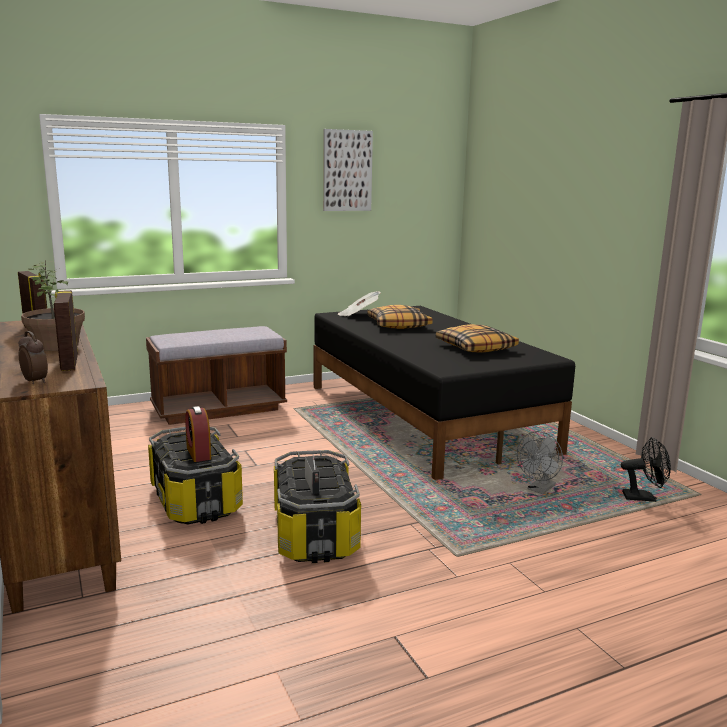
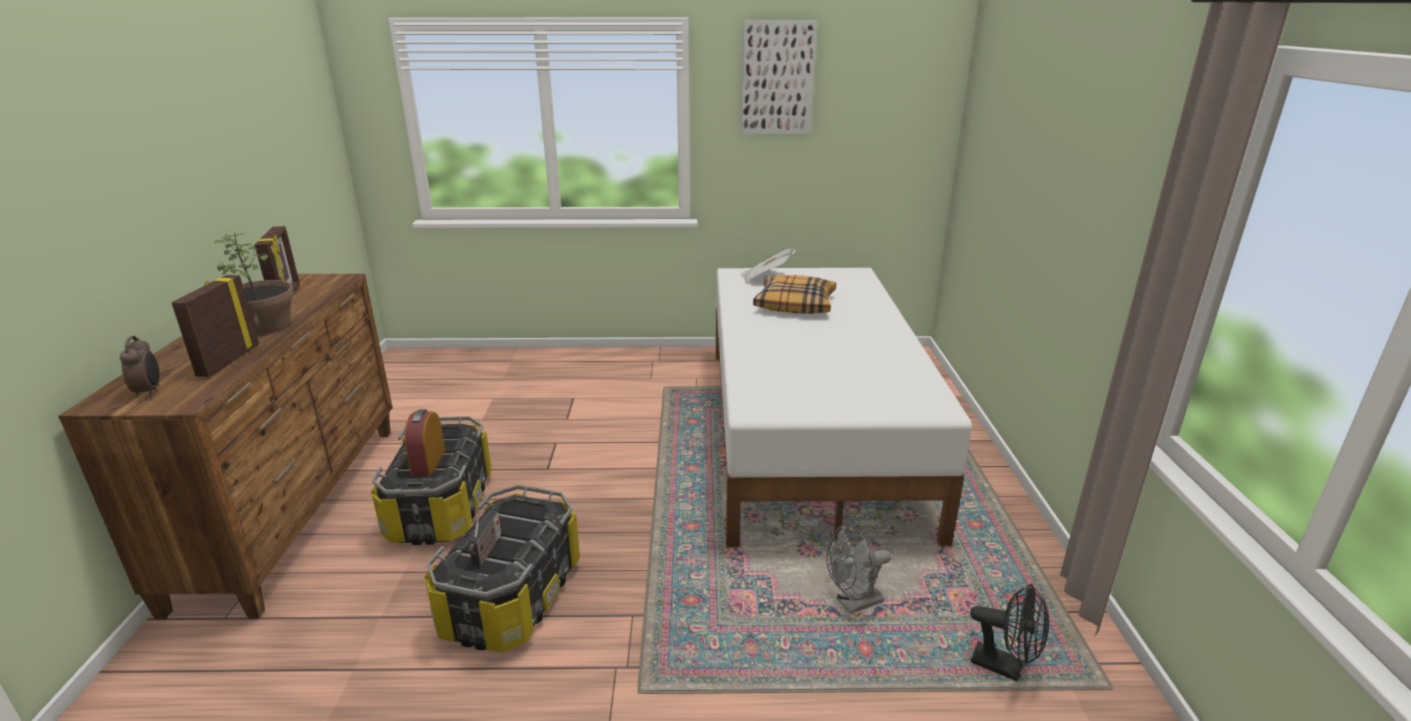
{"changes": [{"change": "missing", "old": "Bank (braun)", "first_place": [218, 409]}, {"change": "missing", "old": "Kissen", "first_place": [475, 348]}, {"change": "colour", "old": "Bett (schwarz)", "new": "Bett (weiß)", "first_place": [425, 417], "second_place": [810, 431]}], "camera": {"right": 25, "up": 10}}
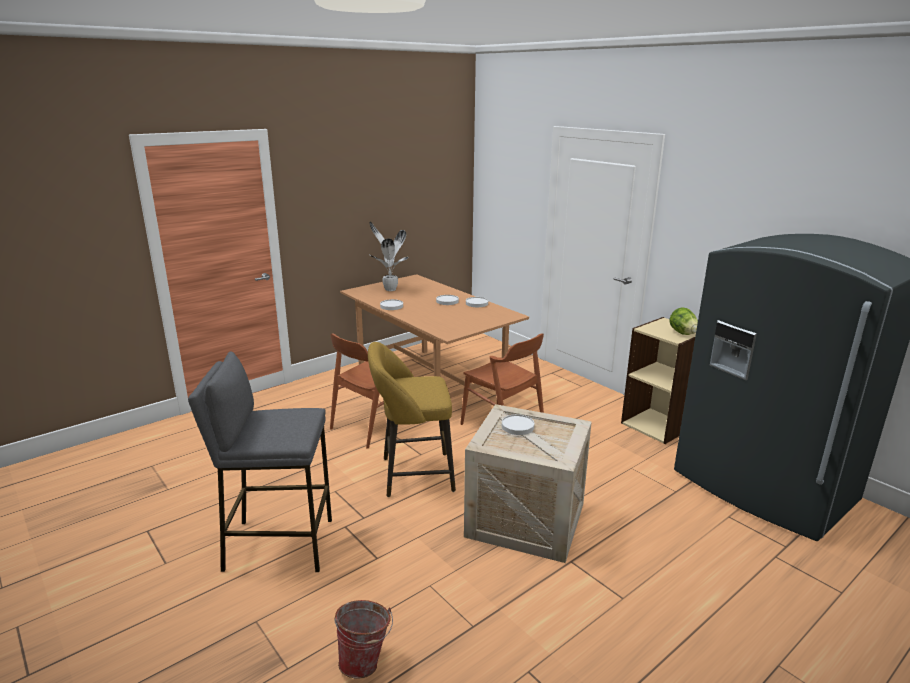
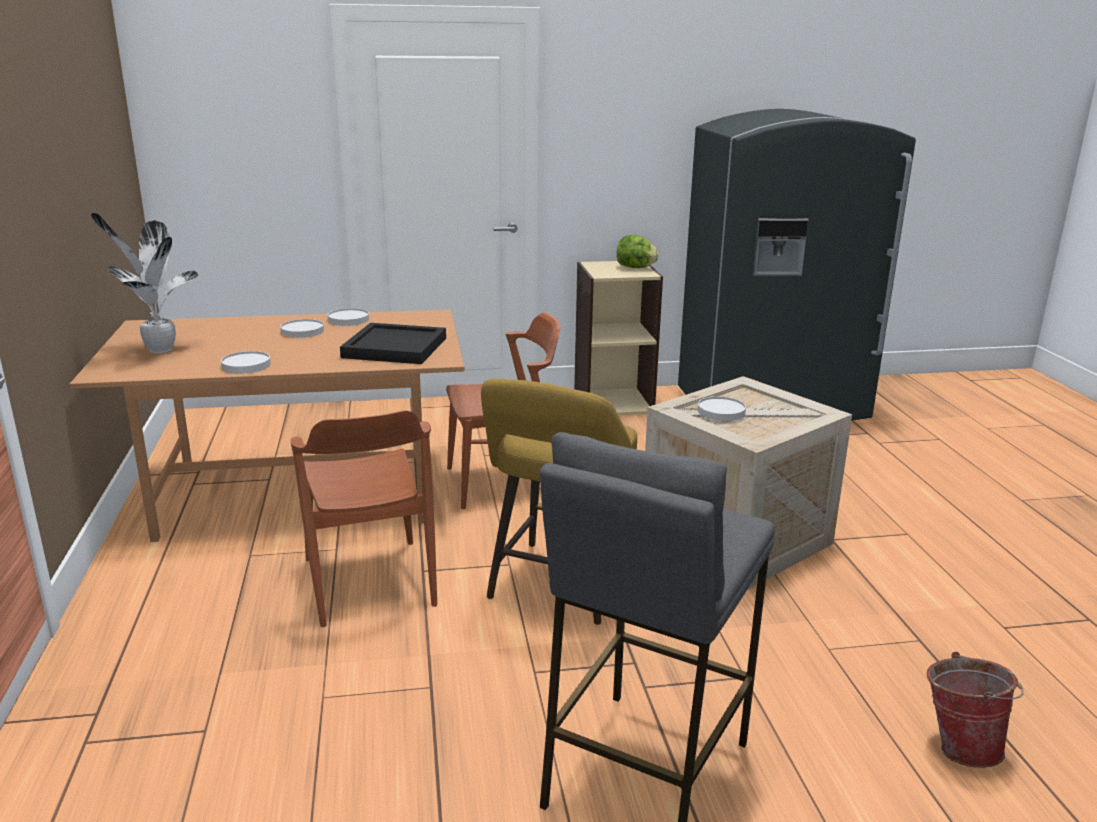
{"changes": [{"change": "appeared", "new": "Tablett (schwarz)", "second_place": [396, 347]}], "camera": {"right": -60, "up": 0}}
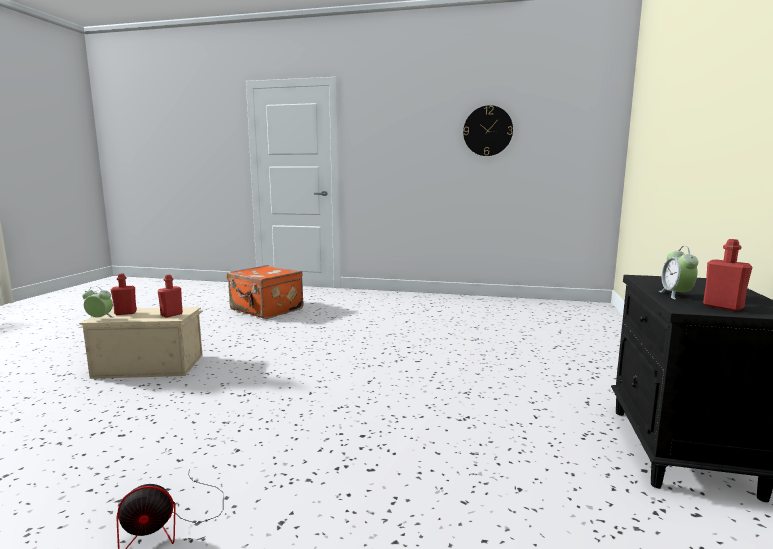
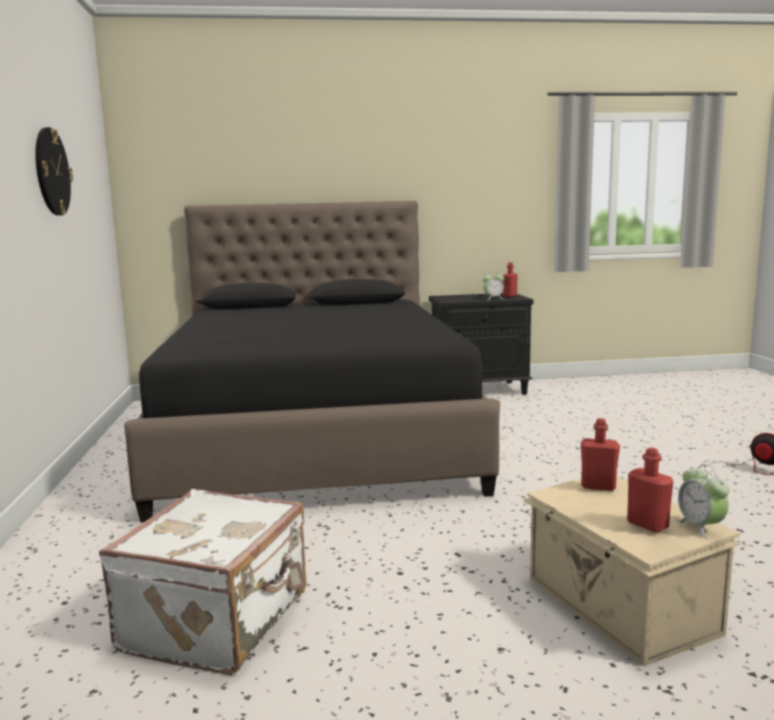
{"changes": [{"change": "appeared", "new": "Bett (schwarz)", "second_place": [316, 436]}, {"change": "colour", "old": "Koffer (orange)", "new": "Koffer (weiß)", "first_place": [266, 310], "second_place": [219, 621]}], "camera": {"right": -110, "up": 0}}
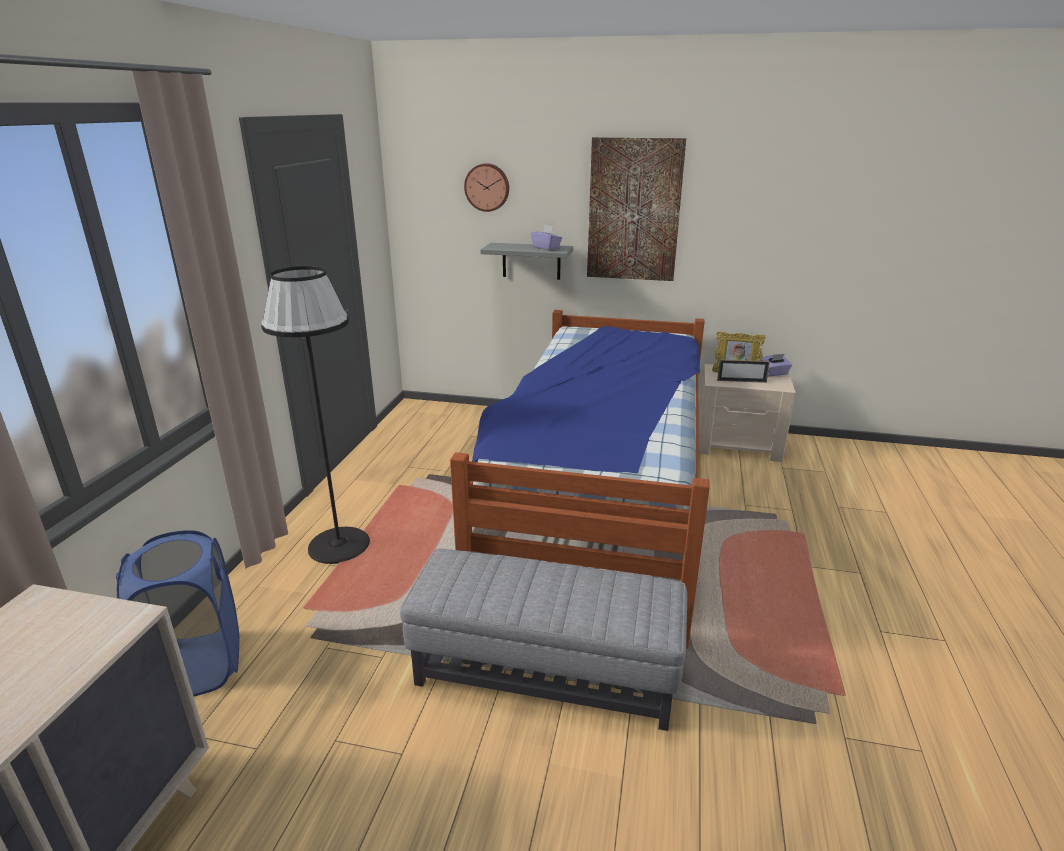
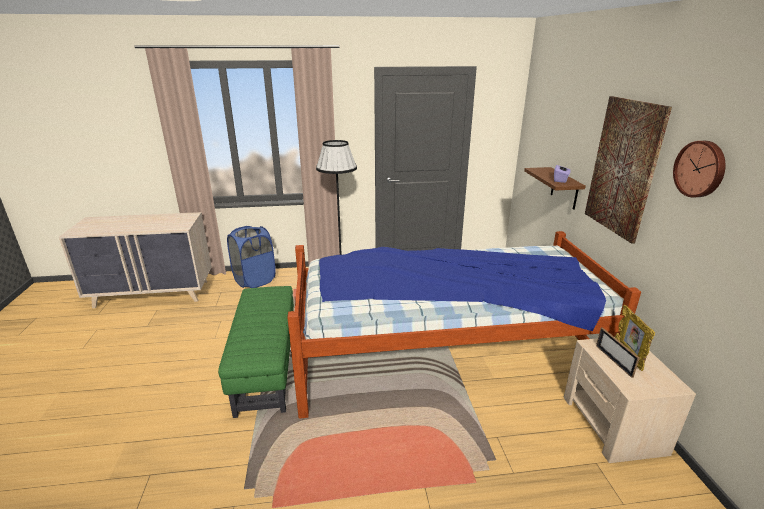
{"changes": [{"change": "missing", "old": "Taschentuchbox (lila)", "first_place": [774, 373]}, {"change": "relocated", "old": "Wanduhr", "first_place": [487, 187], "second_place": [700, 169]}, {"change": "colour", "old": "Polsterhocker (grau)", "new": "Polsterhocker (grün)", "first_place": [545, 673], "second_place": [267, 366]}, {"change": "colour", "old": "Wandregal (grau)", "new": "Wandregal (braun)", "first_place": [531, 261], "second_place": [564, 188]}], "camera": {"right": 70, "up": 0}}
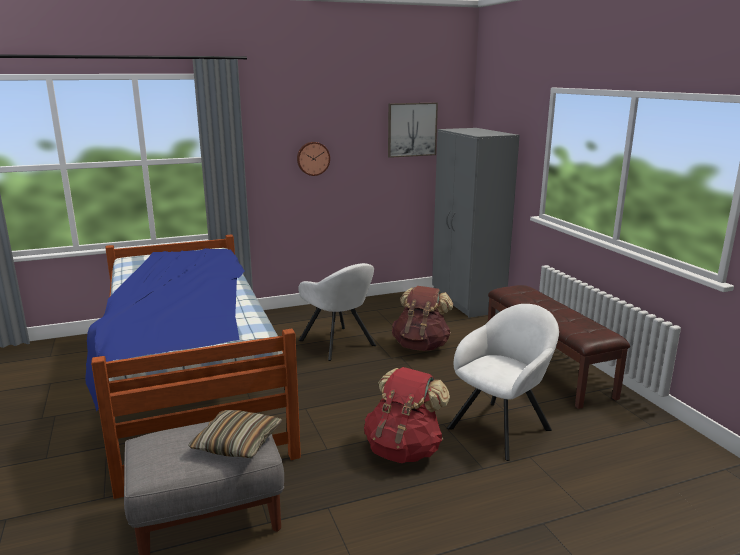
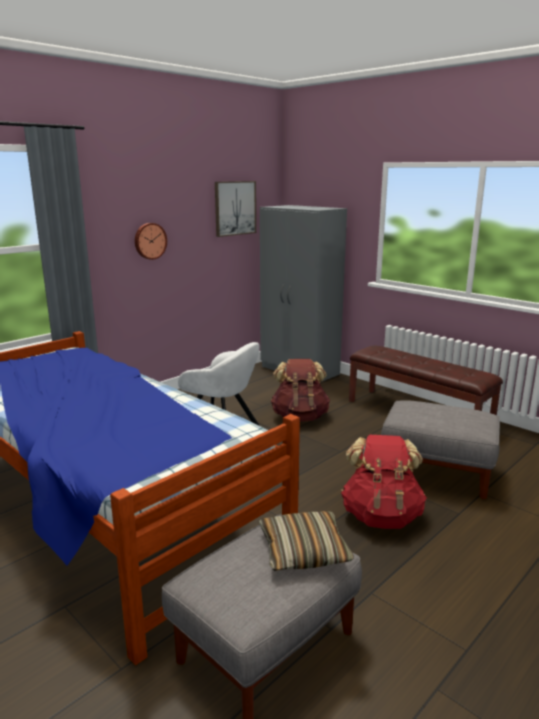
{"changes": [{"change": "exchanged", "old": "Sessel (weiß)", "new": "Polsterhocker (grau)", "first_place": [502, 427], "second_place": [437, 473]}], "camera": {"right": -25, "up": 0}}
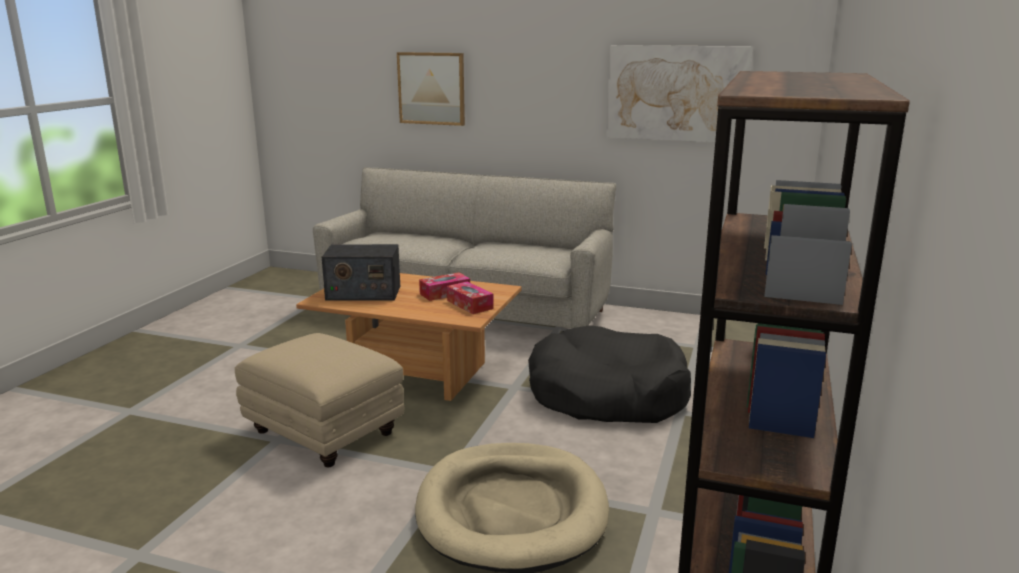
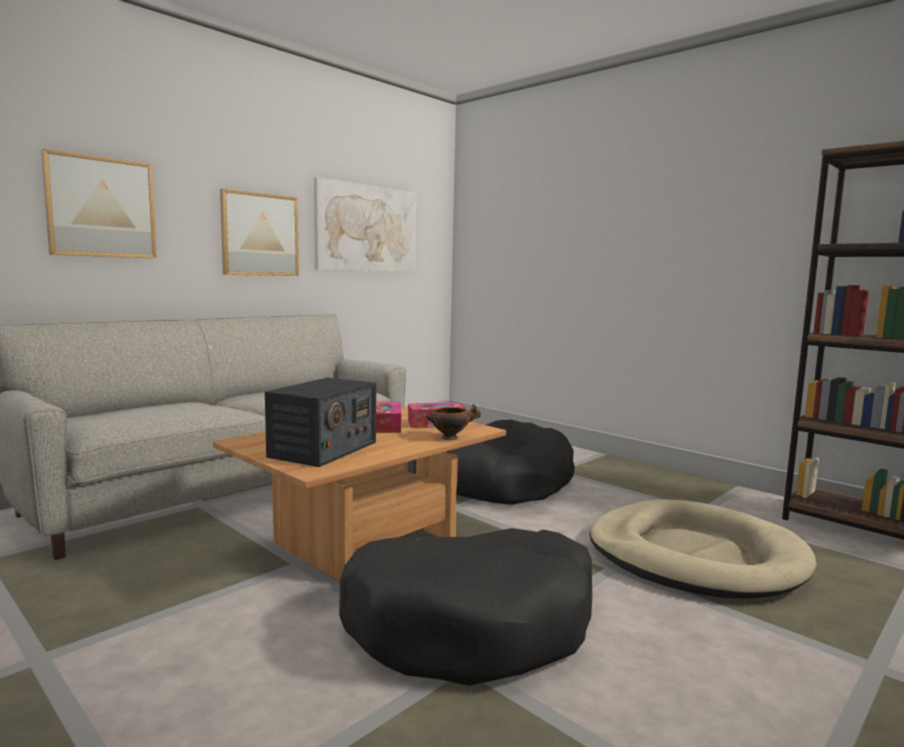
{"changes": [{"change": "appeared", "new": "Bild", "second_place": [259, 234]}, {"change": "appeared", "new": "Schüssel", "second_place": [451, 438]}, {"change": "exchanged", "old": "Polsterhocker (beige)", "new": "Hundebett (schwarz)", "first_place": [323, 433], "second_place": [471, 625]}], "camera": {"right": -65, "up": -10}}
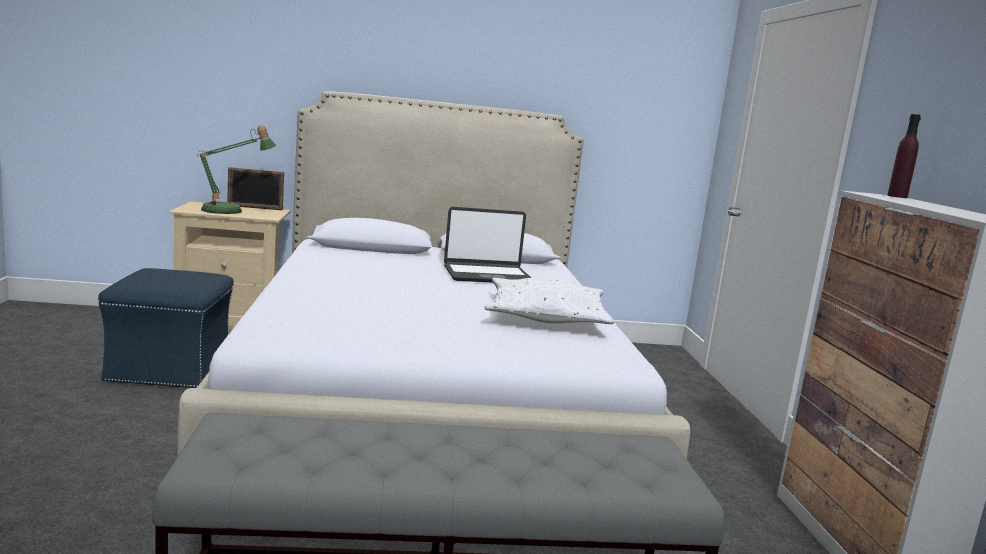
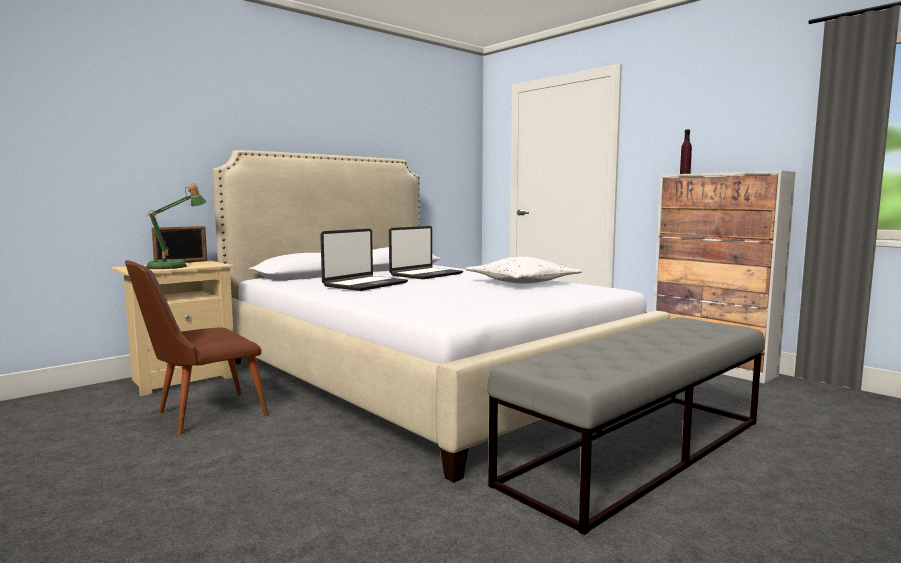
{"changes": [{"change": "appeared", "new": "Laptop", "second_place": [365, 284]}, {"change": "exchanged", "old": "Polsterhocker (blau)", "new": "Stuhl (braun)", "first_place": [170, 368], "second_place": [200, 415]}], "camera": {"right": -35, "up": -5}}
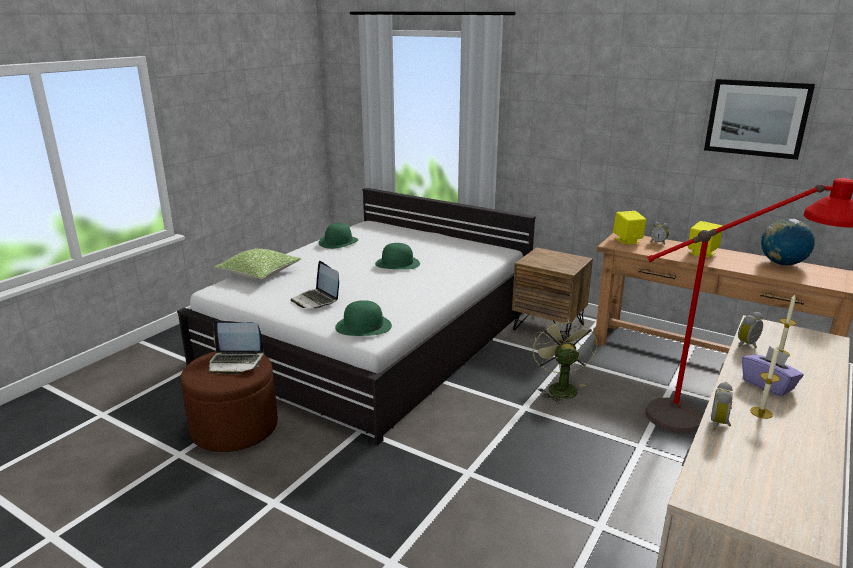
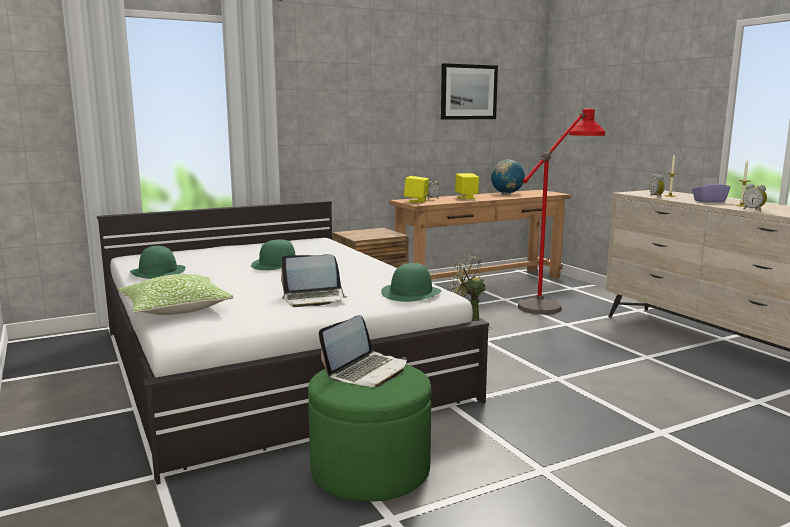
{"changes": [{"change": "colour", "old": "Polsterhocker (braun)", "new": "Polsterhocker (grün)", "first_place": [235, 428], "second_place": [370, 471]}], "camera": {"right": -60, "up": -10}}
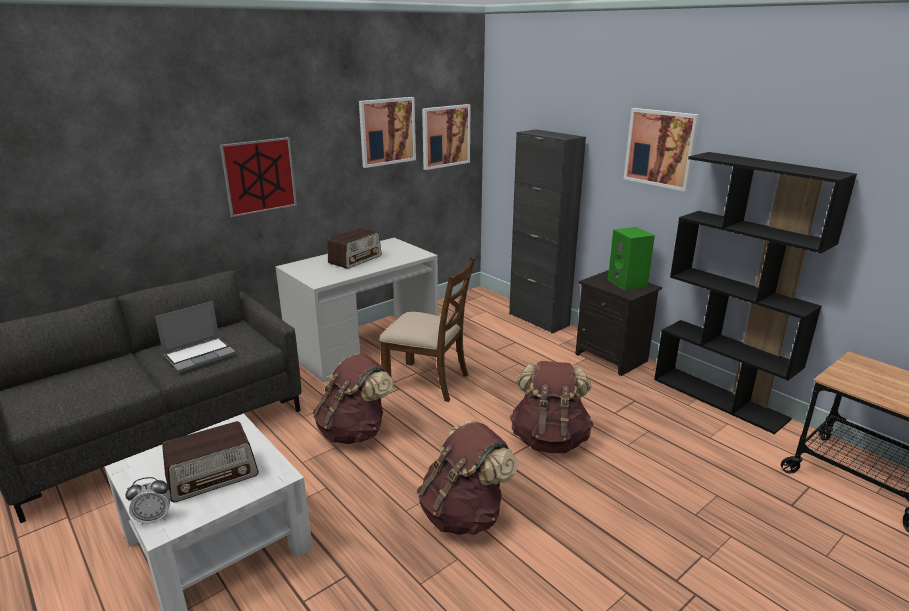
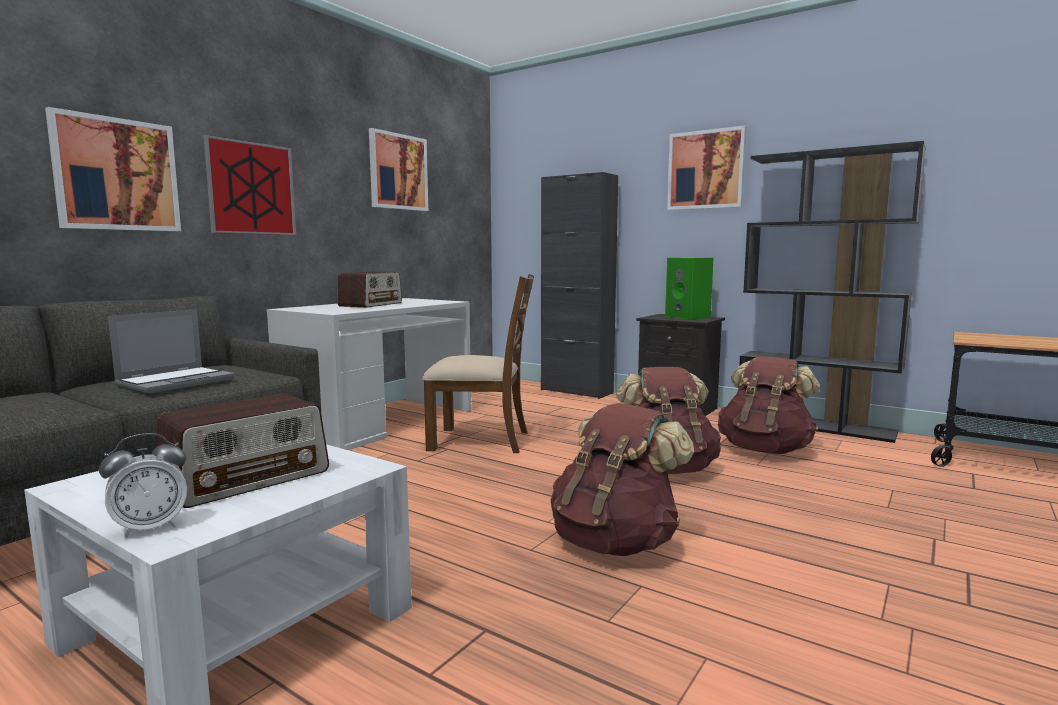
{"changes": [{"change": "relocated", "old": "Rucksack (braun)", "first_place": [354, 432], "second_place": [765, 450]}, {"change": "relocated", "old": "Bild", "first_place": [445, 136], "second_place": [116, 174]}], "camera": {"right": -15, "up": -15}}
